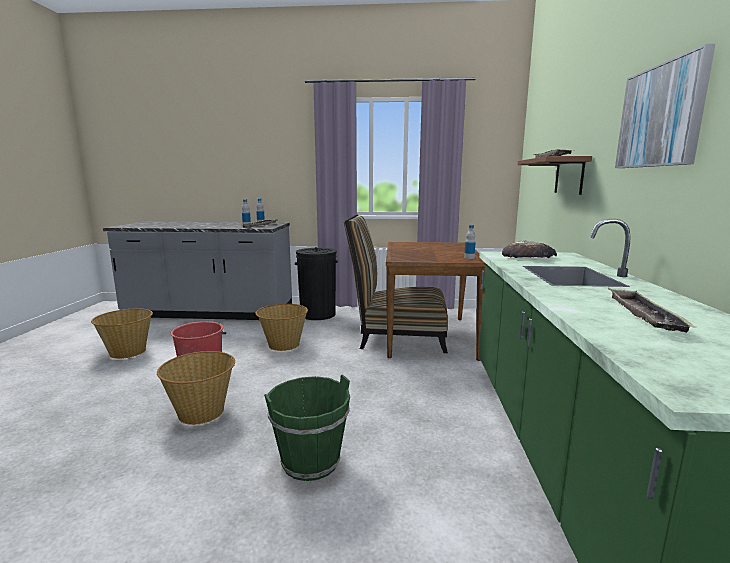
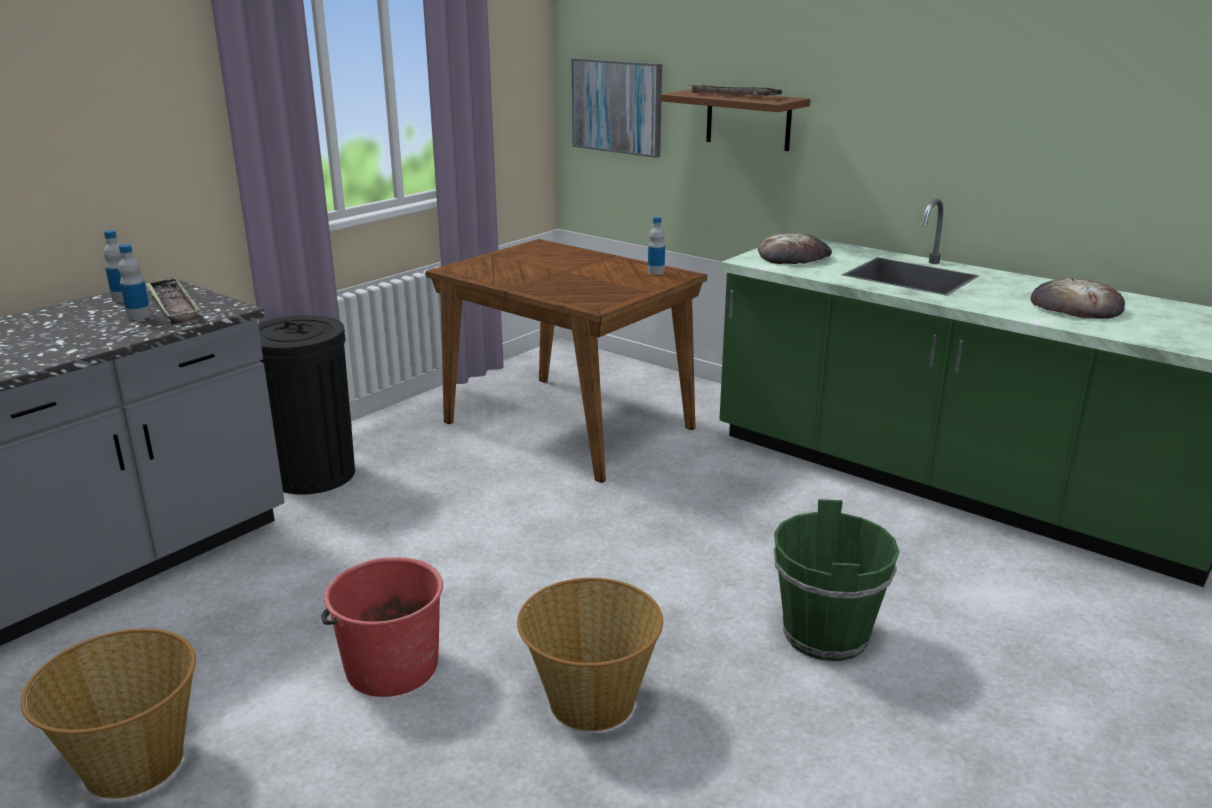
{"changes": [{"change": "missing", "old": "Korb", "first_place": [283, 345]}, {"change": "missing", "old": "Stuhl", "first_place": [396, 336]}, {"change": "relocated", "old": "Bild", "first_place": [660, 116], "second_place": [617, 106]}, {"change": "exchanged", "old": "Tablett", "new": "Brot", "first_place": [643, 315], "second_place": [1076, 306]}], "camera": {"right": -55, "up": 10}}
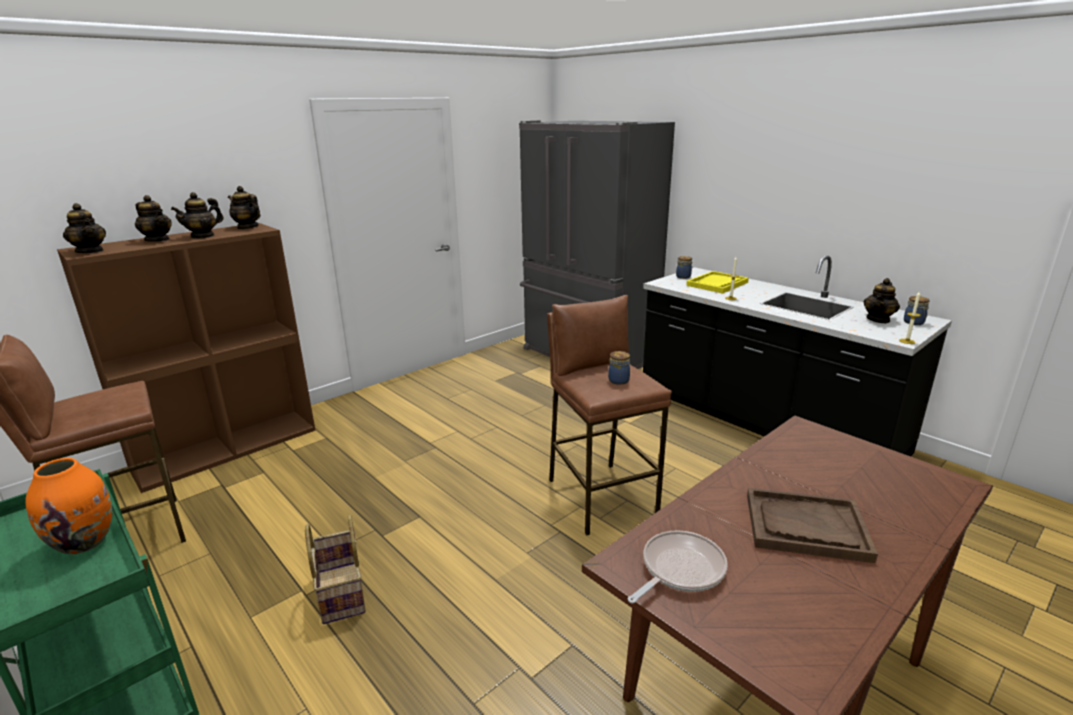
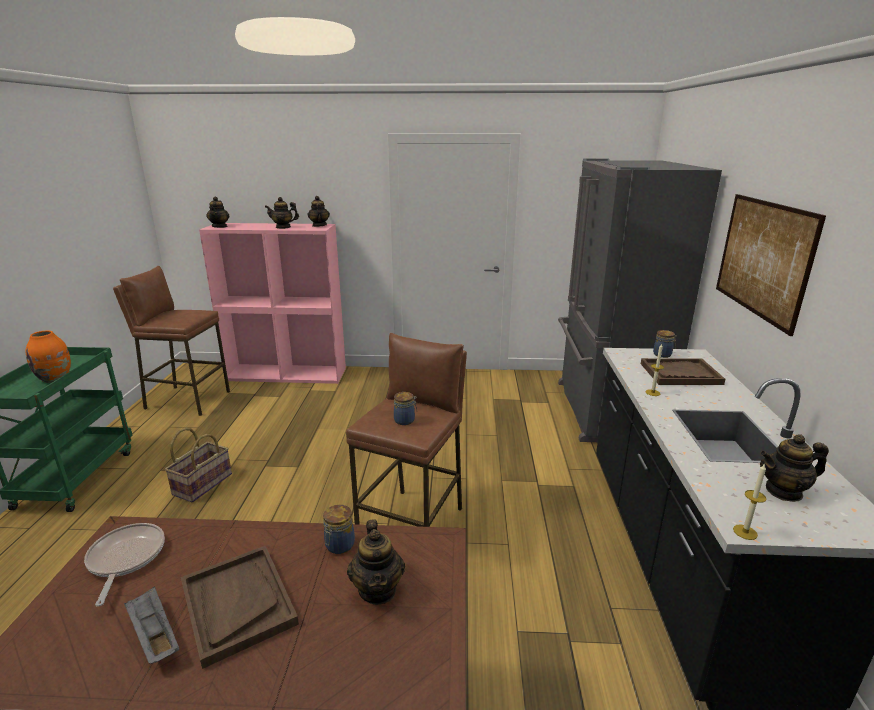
{"changes": [{"change": "appeared", "new": "Tablett (grau)", "second_place": [154, 636]}, {"change": "appeared", "new": "Bild", "second_place": [762, 258]}, {"change": "relocated", "old": "Teekanne", "first_place": [158, 240], "second_place": [378, 589]}, {"change": "relocated", "old": "Vorratsglas", "first_place": [914, 323], "second_place": [339, 546]}, {"change": "colour", "old": "Bücherregal (braun)", "new": "Bücherregal (rosa)", "first_place": [227, 448], "second_place": [288, 374]}, {"change": "colour", "old": "Tablett (gelb)", "new": "Tablett (braun)", "first_place": [717, 284], "second_place": [680, 374]}, {"change": "spun", "old": "Pfanne", "first_place": [679, 569], "second_place": [125, 559], "degrees": -105}], "camera": {"right": 45, "up": 0}}
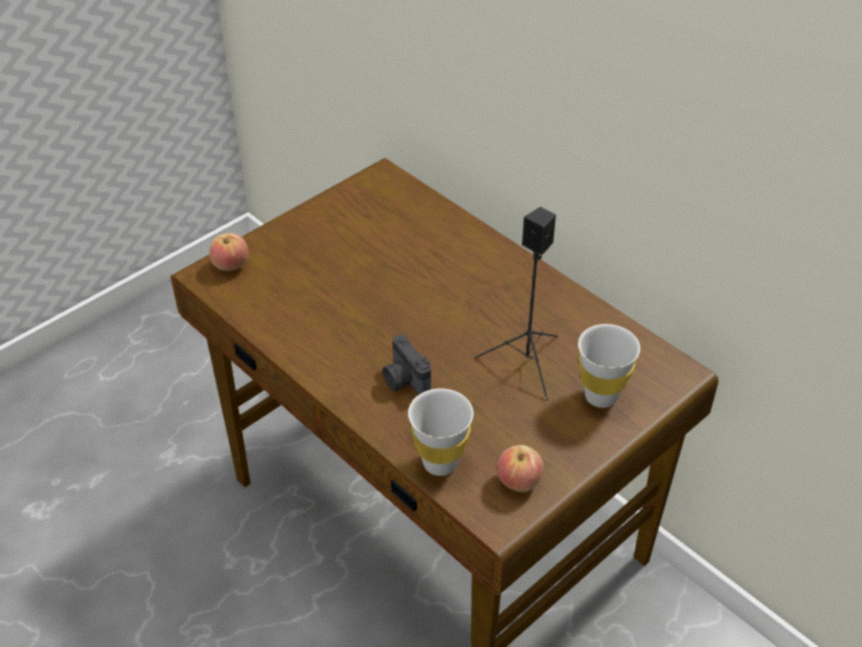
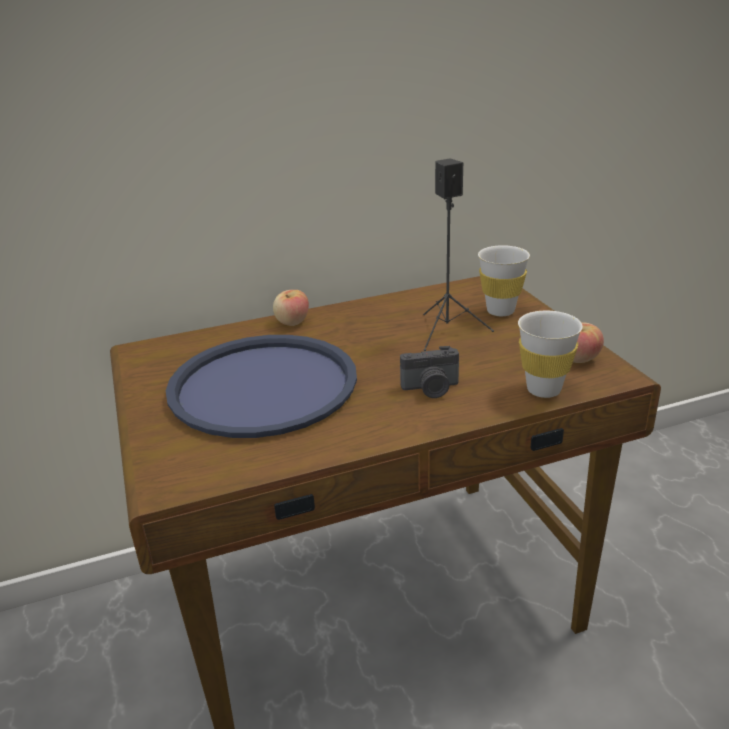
{"changes": [{"change": "appeared", "new": "Tablett (blau)", "second_place": [263, 386]}, {"change": "relocated", "old": "Apfel", "first_place": [230, 265], "second_place": [292, 322]}], "camera": {"right": -65, "up": -15}}
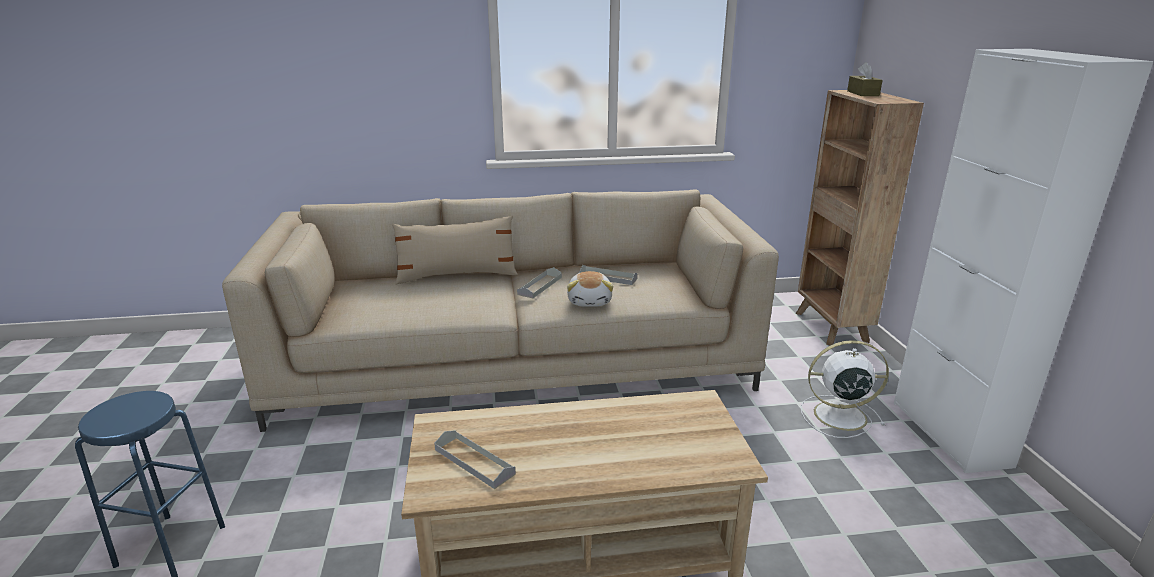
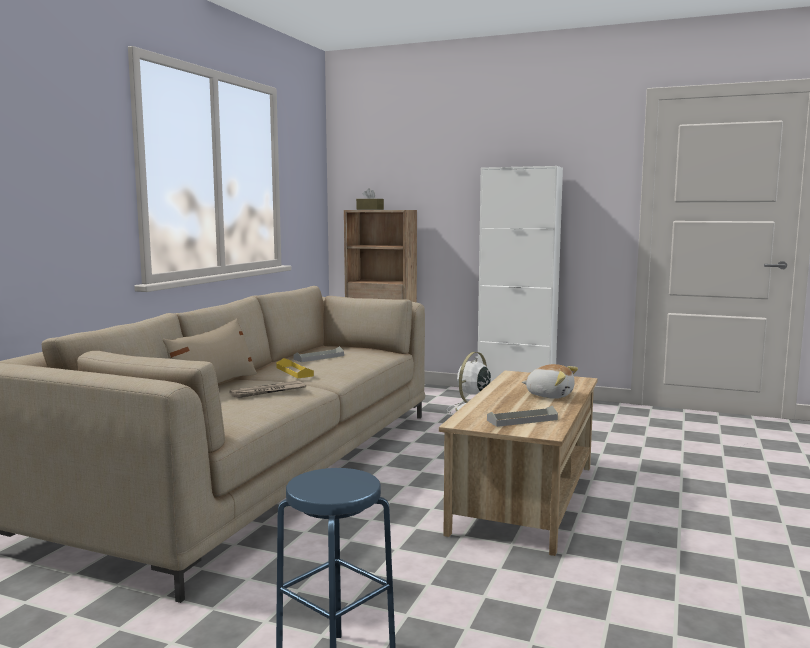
{"changes": [{"change": "appeared", "new": "Zeitung", "second_place": [268, 392]}, {"change": "relocated", "old": "Plüschtier", "first_place": [590, 301], "second_place": [549, 395]}, {"change": "colour", "old": "Tablett (grau)", "new": "Tablett (gelb)", "first_place": [540, 286], "second_place": [294, 372]}], "camera": {"right": -60, "up": -15}}
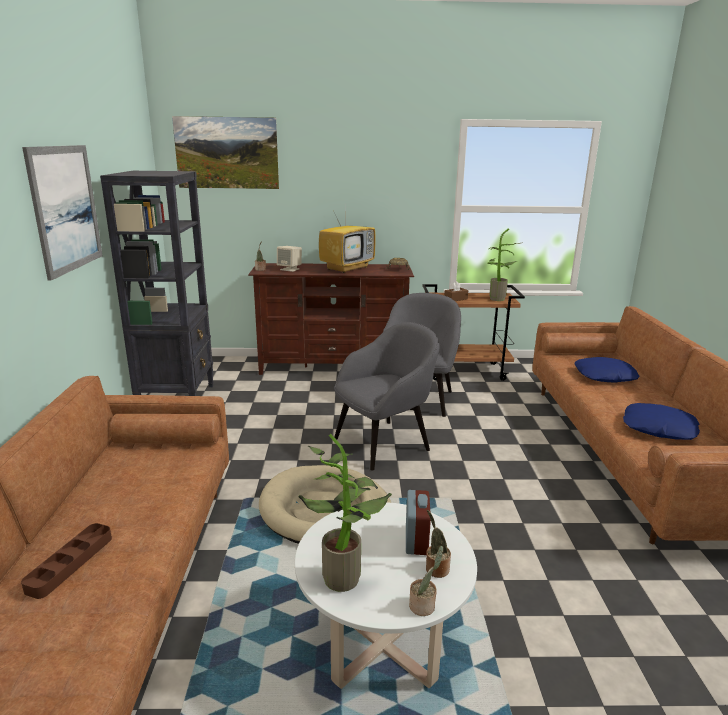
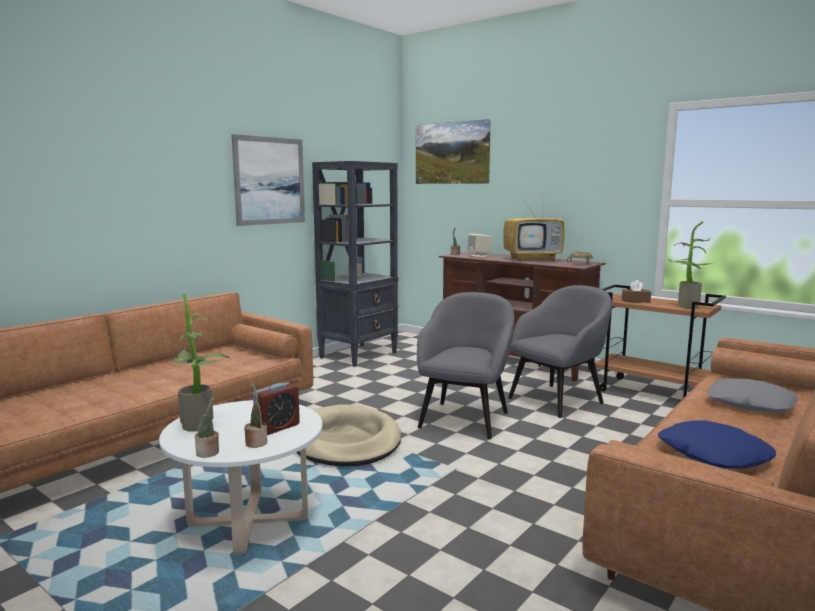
{"changes": [{"change": "missing", "old": "Tablett (braun)", "first_place": [70, 563]}, {"change": "colour", "old": "Kissen (blau)", "new": "Kissen (grau)", "first_place": [605, 376], "second_place": [750, 404]}, {"change": "spun", "old": "Sessel (grau)", "first_place": [383, 443], "second_place": [465, 418], "degrees": -75}], "camera": {"right": 40, "up": -10}}
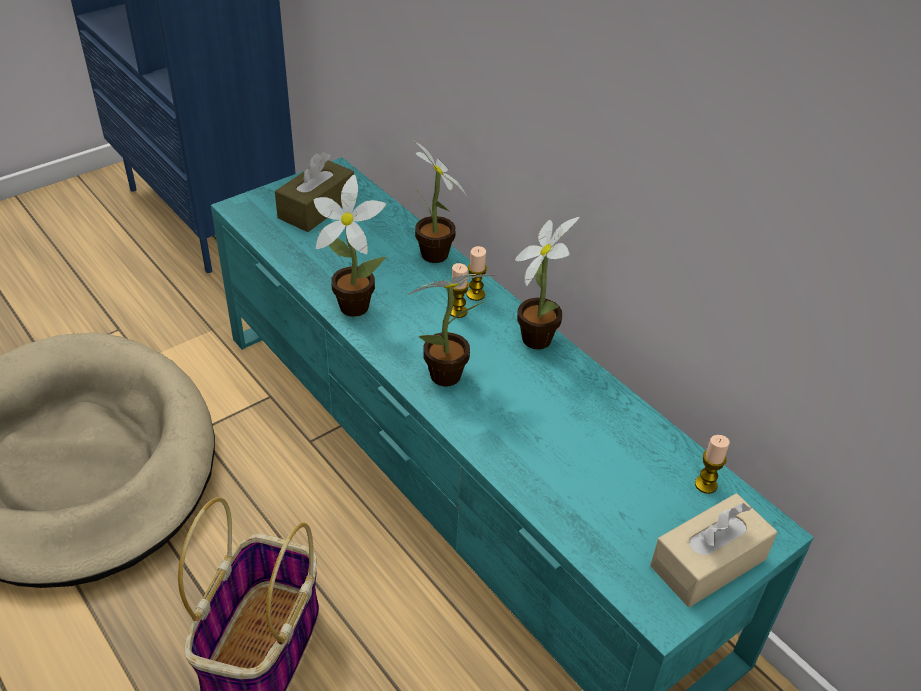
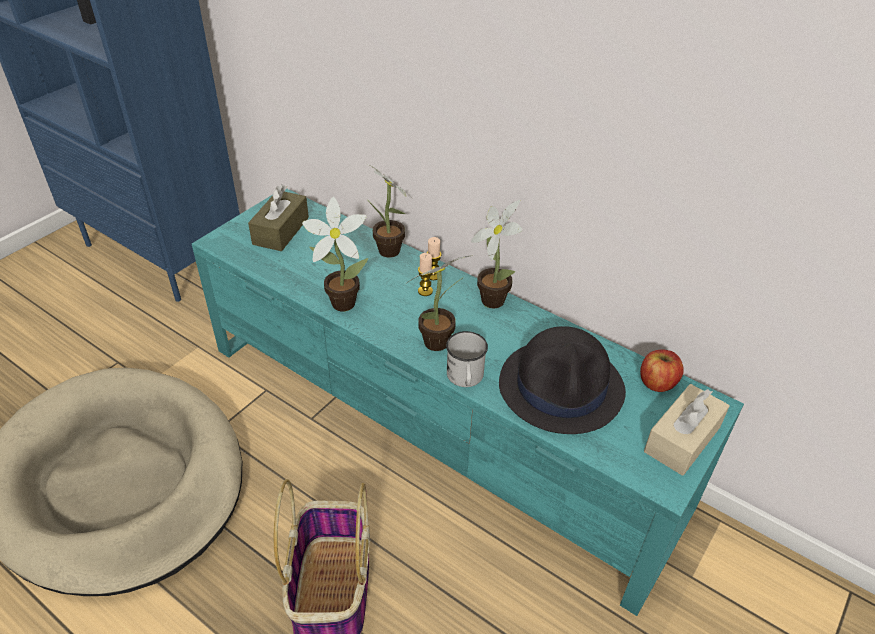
{"changes": [{"change": "appeared", "new": "Henkelbecher (weiß)", "second_place": [465, 379]}, {"change": "appeared", "new": "Hut (schwarz)", "second_place": [562, 387]}, {"change": "exchanged", "old": "Kerze", "new": "Apfel", "first_place": [706, 484], "second_place": [657, 383]}], "camera": {"right": -15, "up": 0}}
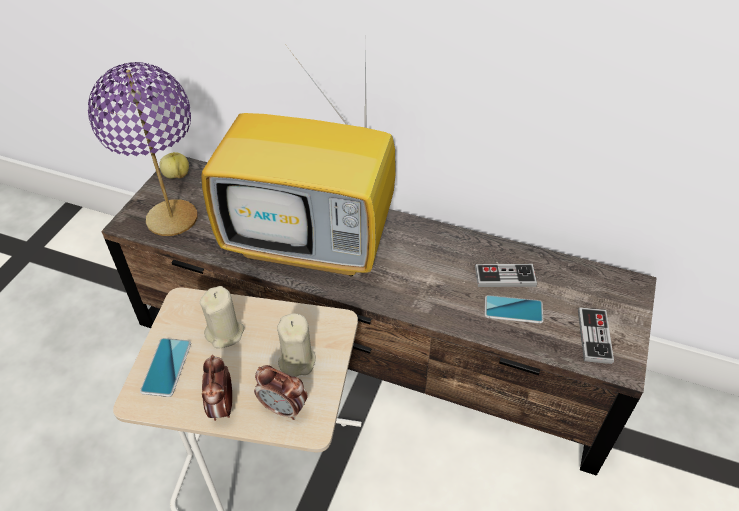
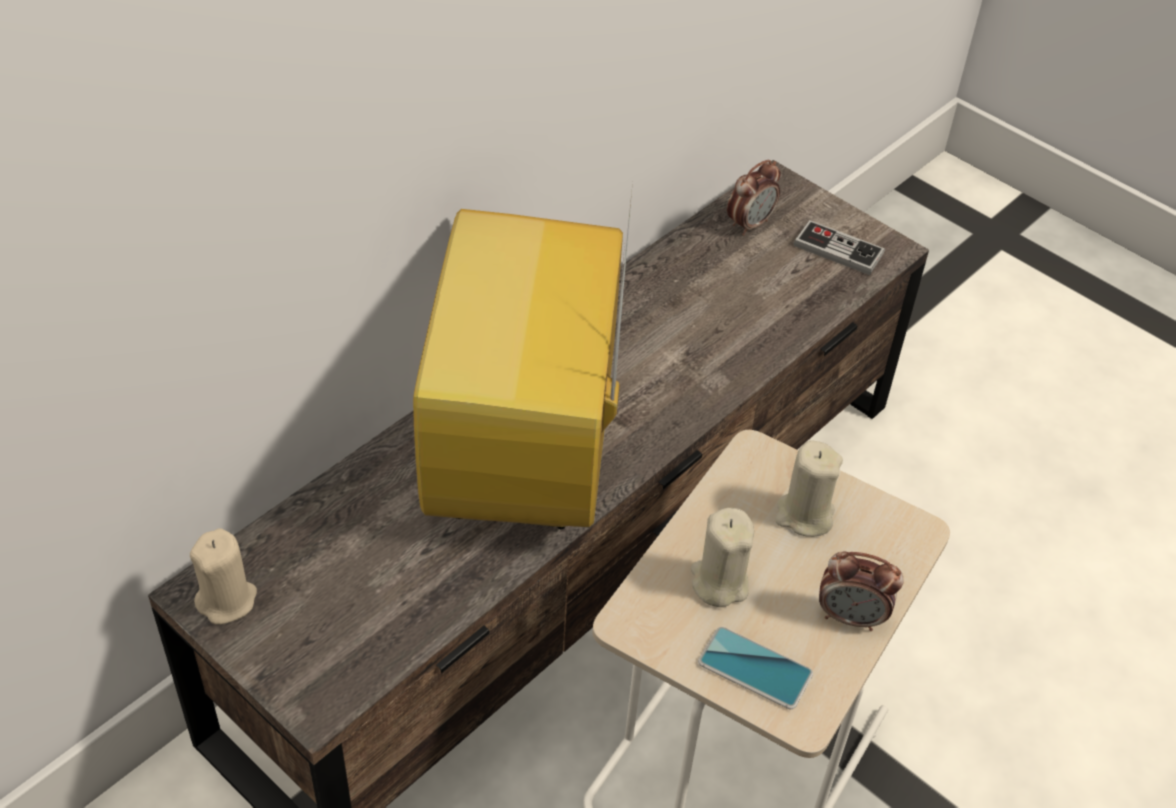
{"changes": [{"change": "missing", "old": "Tischlampe (lila)", "first_place": [171, 219]}, {"change": "missing", "old": "Gamepad", "first_place": [505, 277]}, {"change": "missing", "old": "Handy", "first_place": [513, 310]}, {"change": "relocated", "old": "Wecker", "first_place": [284, 408], "second_place": [750, 224]}, {"change": "exchanged", "old": "Apfel", "new": "Kerze (beige)", "first_place": [177, 175], "second_place": [227, 600]}, {"change": "spun", "old": "Fernseher", "first_place": [313, 243], "second_place": [526, 458], "degrees": 150}], "camera": {"right": -70, "up": 0}}
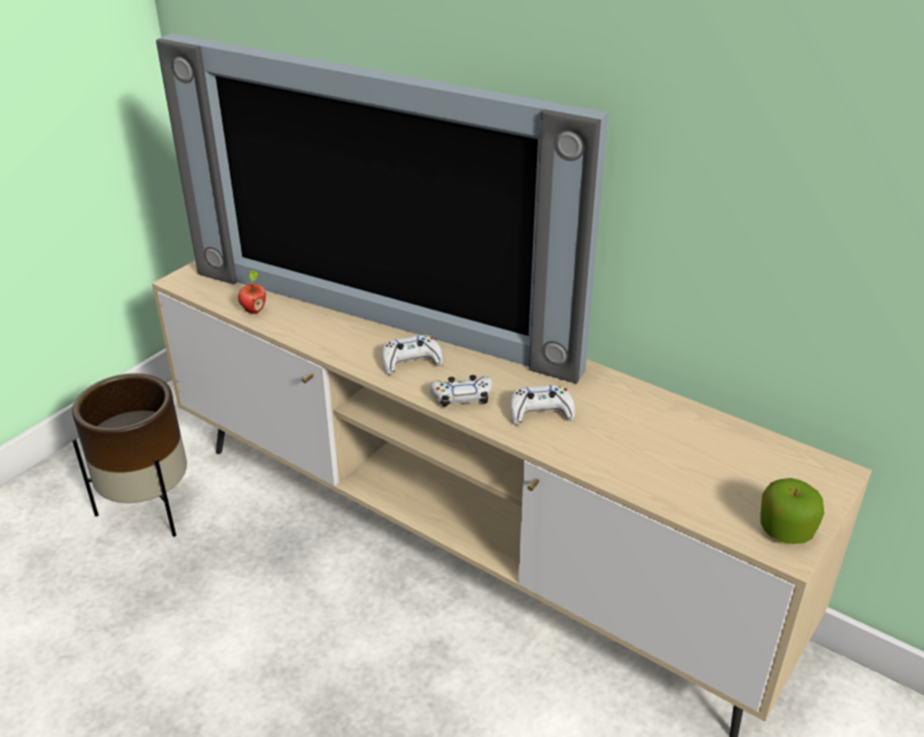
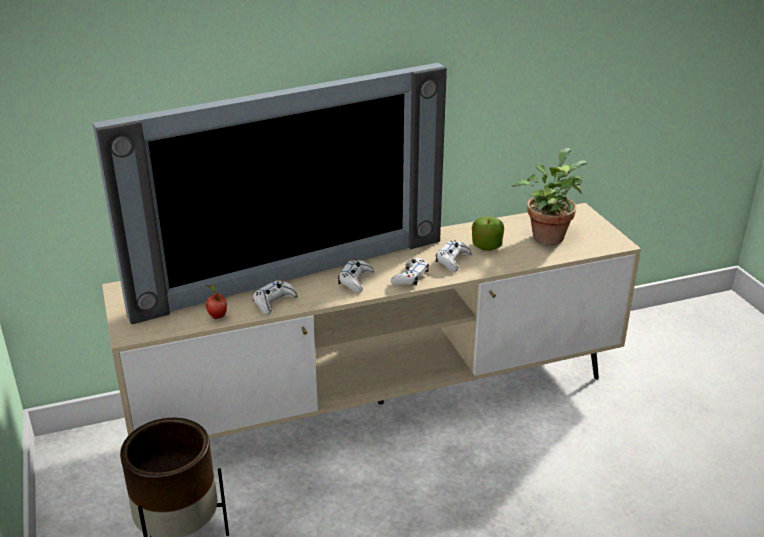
{"changes": [{"change": "appeared", "new": "Gamepad (weiß)", "second_place": [274, 302]}, {"change": "appeared", "new": "Topfpflanze", "second_place": [547, 235]}, {"change": "relocated", "old": "Apfel", "first_place": [785, 529], "second_place": [486, 246]}], "camera": {"right": -55, "up": -5}}
